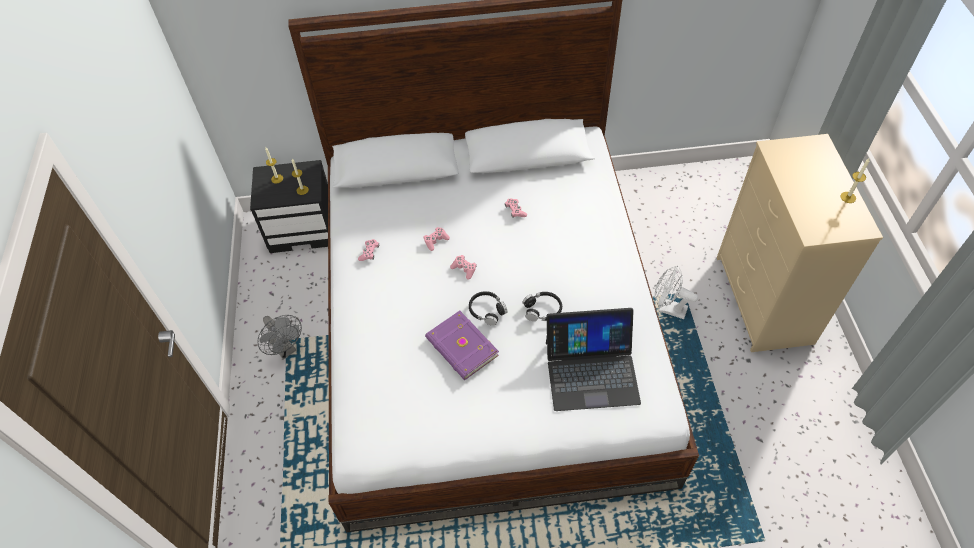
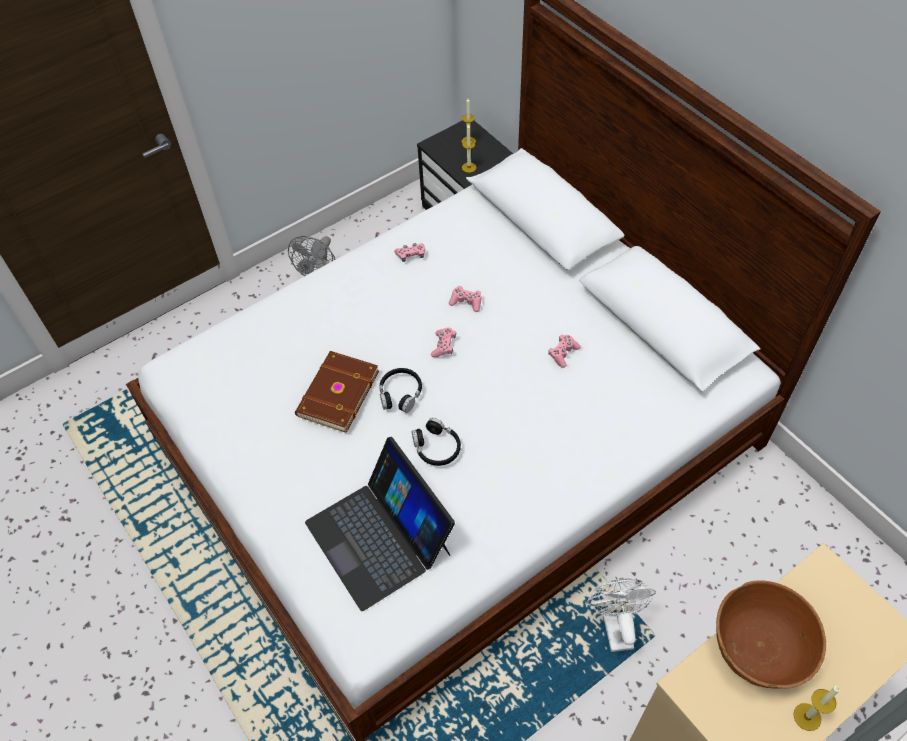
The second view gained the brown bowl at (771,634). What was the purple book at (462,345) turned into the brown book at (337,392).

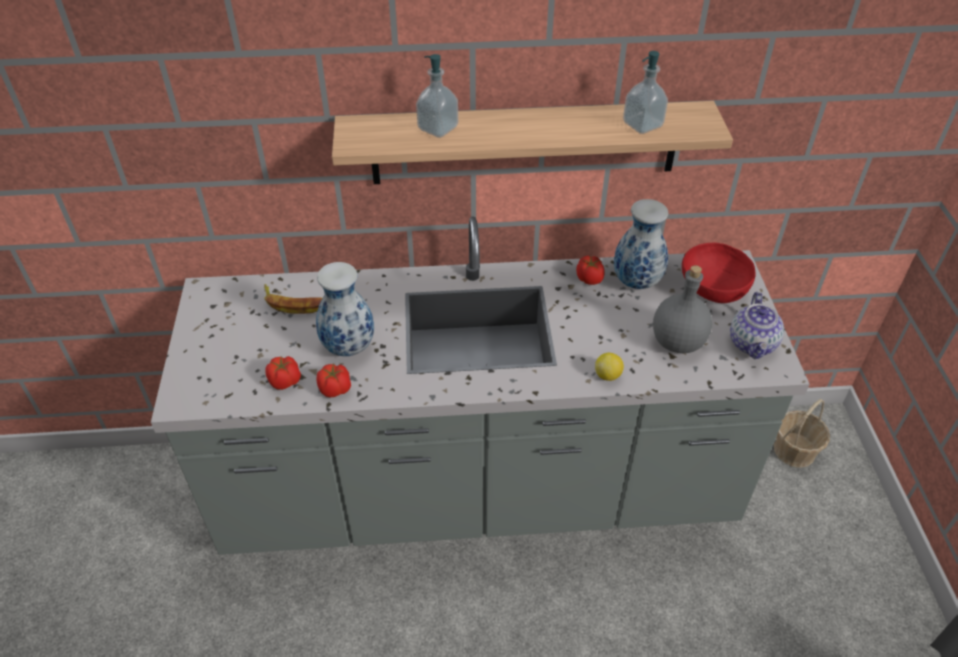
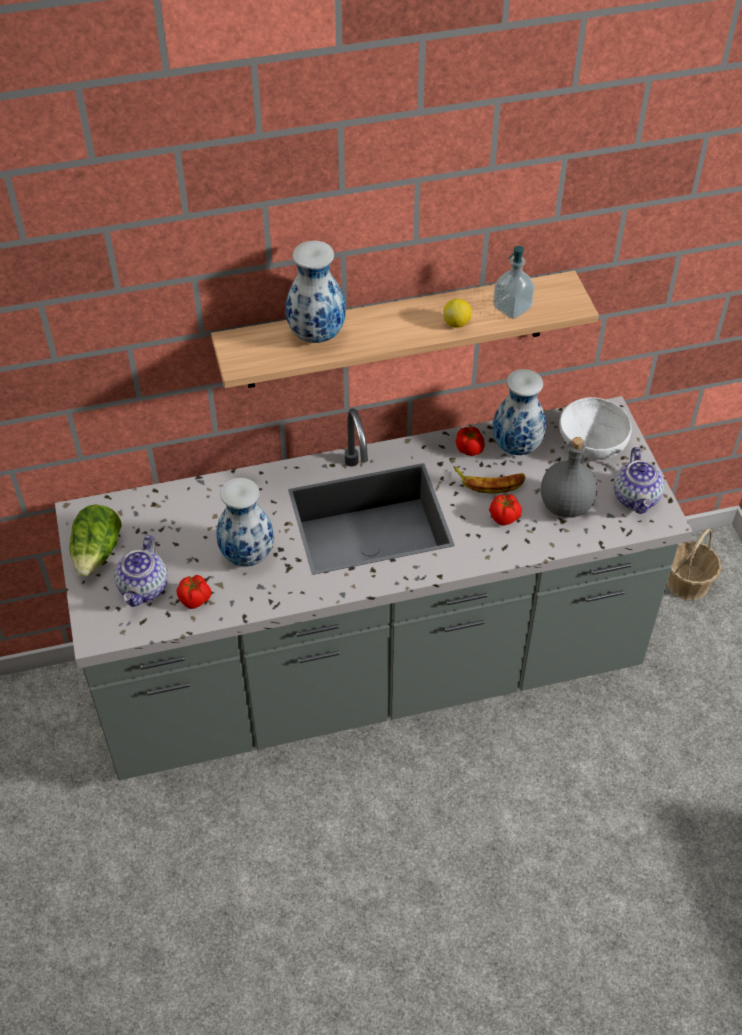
The second view gained the lettuce at (95,541). The second view gained the teapot at (141,571). The banana ended up elsewhere, having gone from (293,299) to (490,479). The tomato ended up elsewhere, having gone from (333,381) to (506,510). The lemon ended up elsewhere, having gone from (609,367) to (457,313). Where the soap dispenser stood at (437,96), the vase came to stand at (316,292). What was the red bowl at (719,272) turned into the white bowl at (595,428).

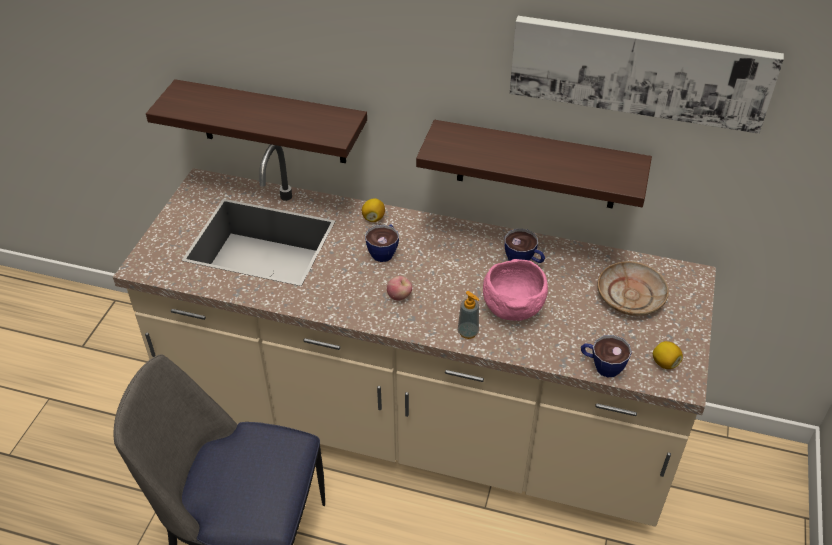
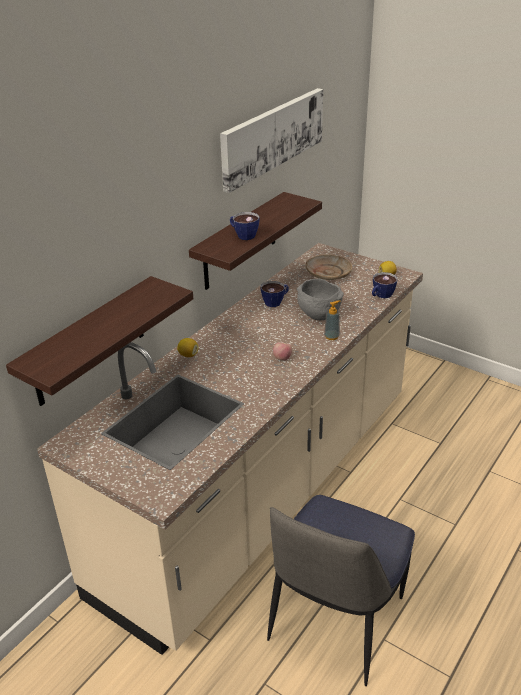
The cup ended up elsewhere, having gone from (382,243) to (245,226). What was the pink bowl at (515,290) turned into the grey bowl at (320,299).

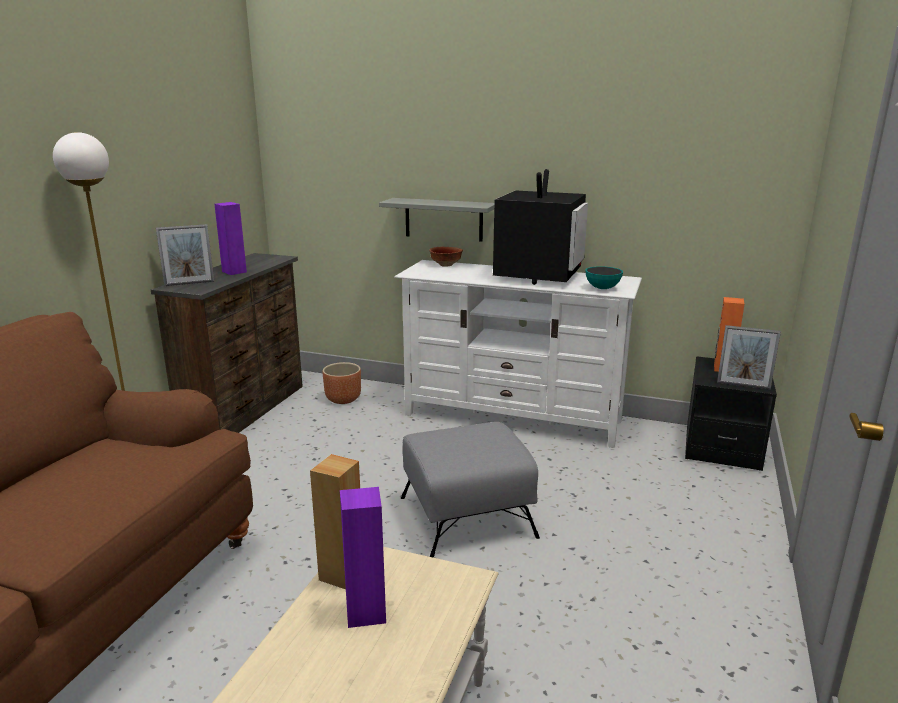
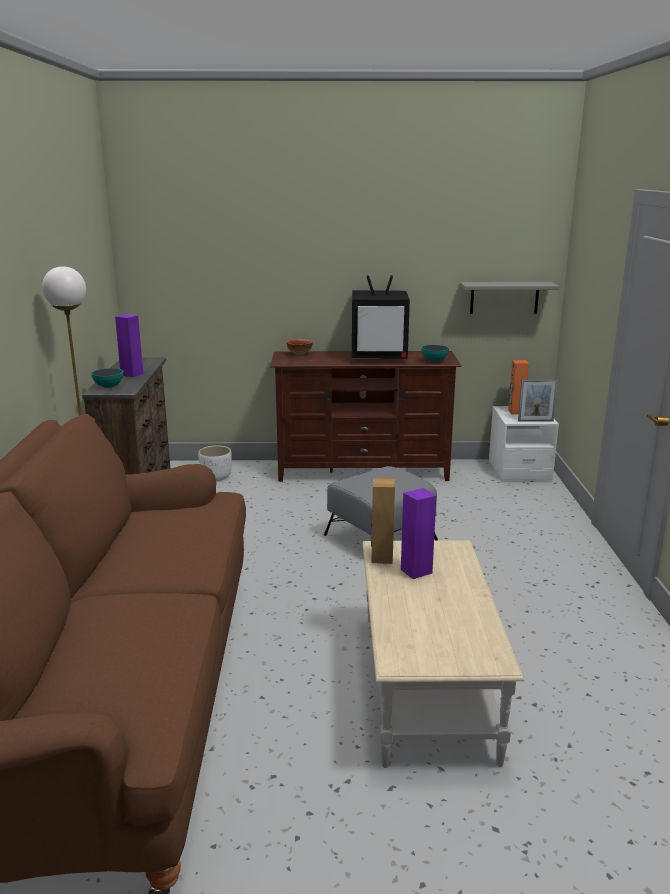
The grey shelf ended up elsewhere, having gone from (436,220) to (510,298). Where the picture frame stood at (185,255), the bowl came to stand at (107,378). What was the brown planter at (342,383) turned into the white planter at (215,463). What was the white tv stand at (518,354) turned into the brown tv stand at (366,416). What was the black nightstand at (731,413) turned into the white nightstand at (524,443). The television at (540,227) ended up facing another way, 90 degrees clockwise from before.

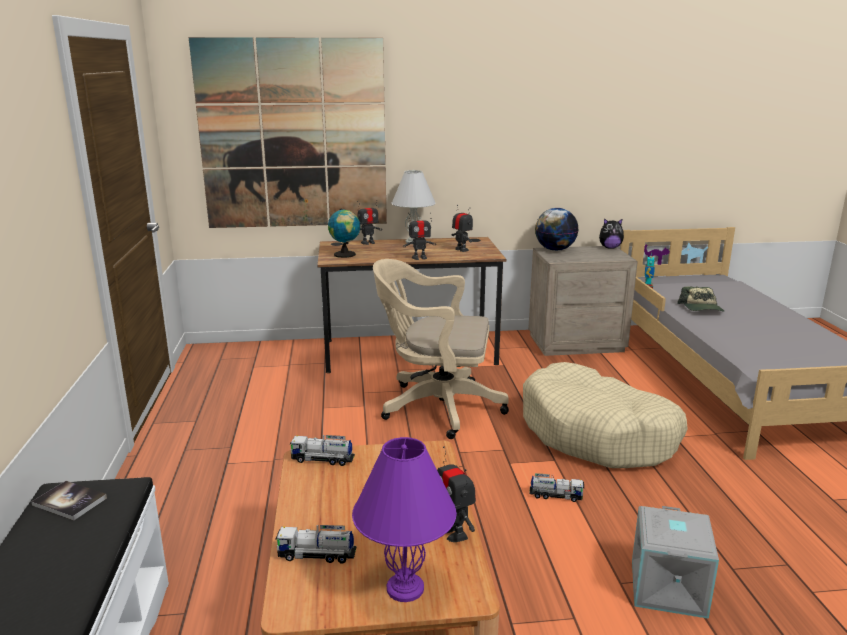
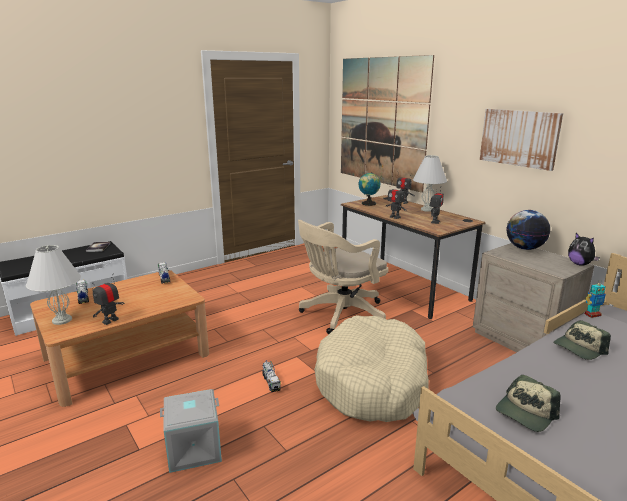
The second view gained the picture at (521,140). The second view gained the cap at (528,403). What was the purple table lamp at (404,519) turned into the white table lamp at (53,285). The beige office chair at (441,349) ended up facing another way, 105 degrees counterclockwise from before.

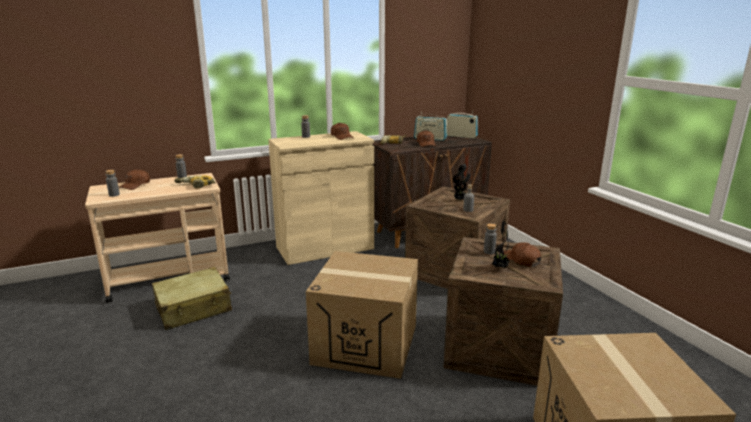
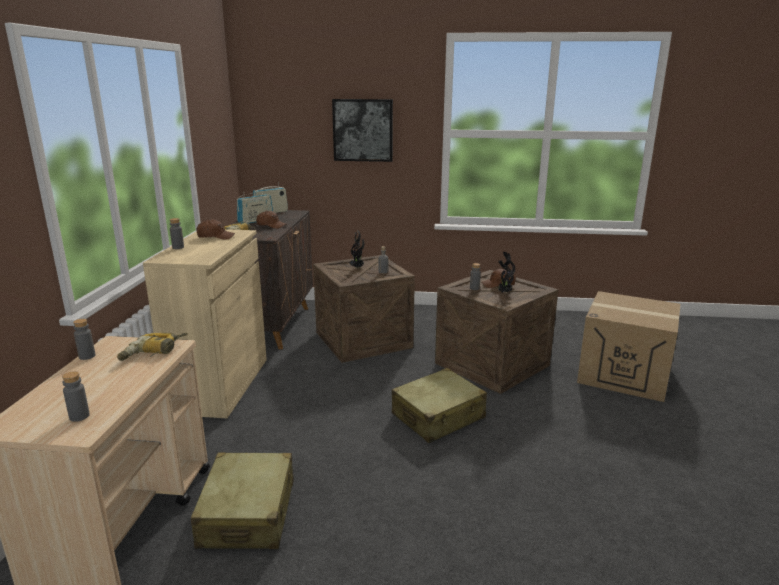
The second view lost the brown cap at (134,179). The second view gained the picture at (362,130). Where the cardboard box stood at (362,315), the beige suitcase came to stand at (439,405).

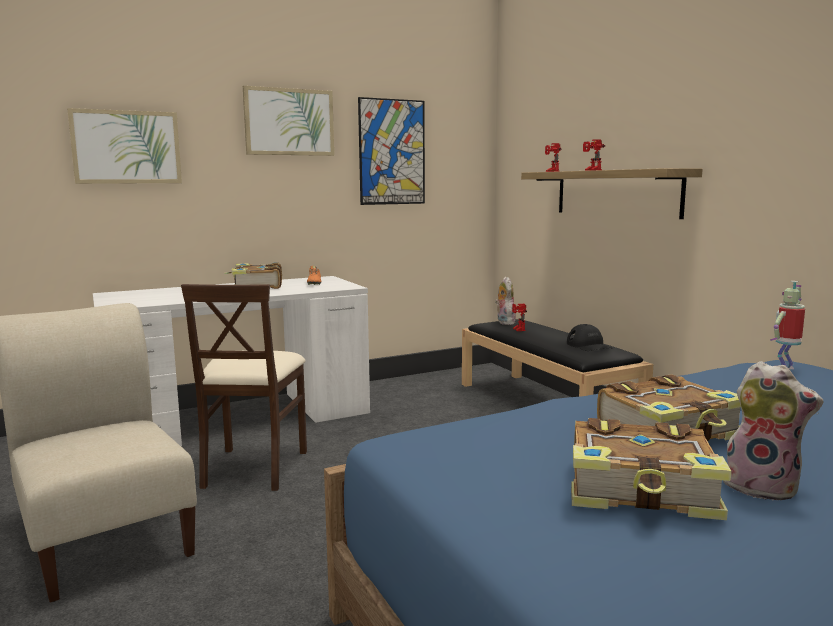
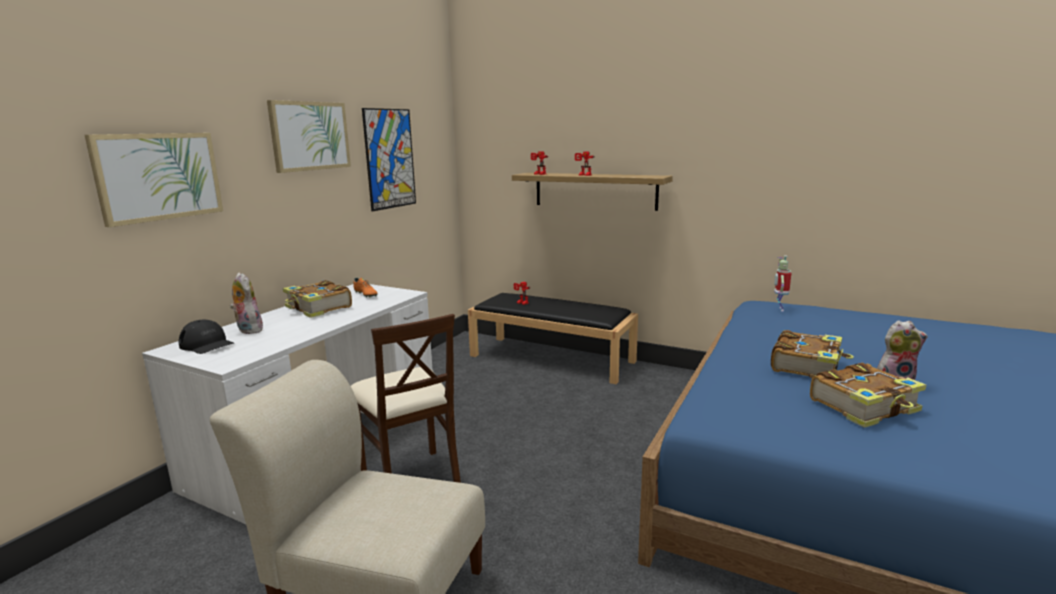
The plush toy ended up elsewhere, having gone from (505,301) to (246,303). The black cap ended up elsewhere, having gone from (589,337) to (207,337).

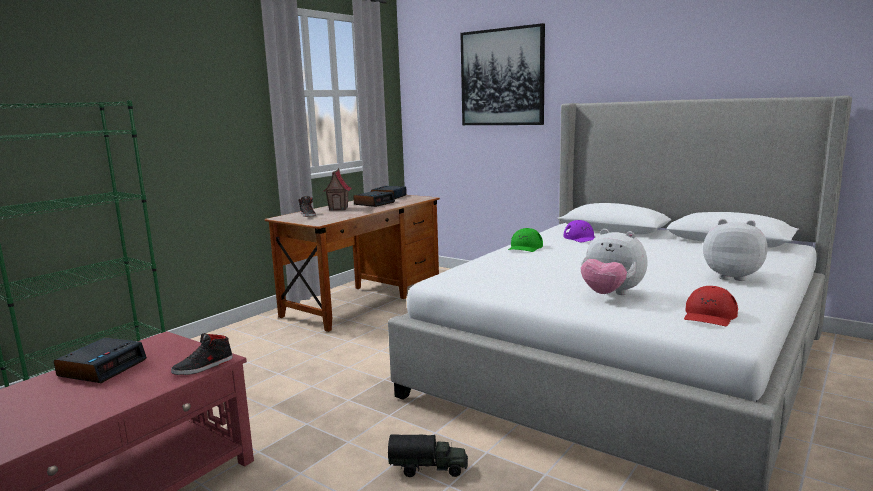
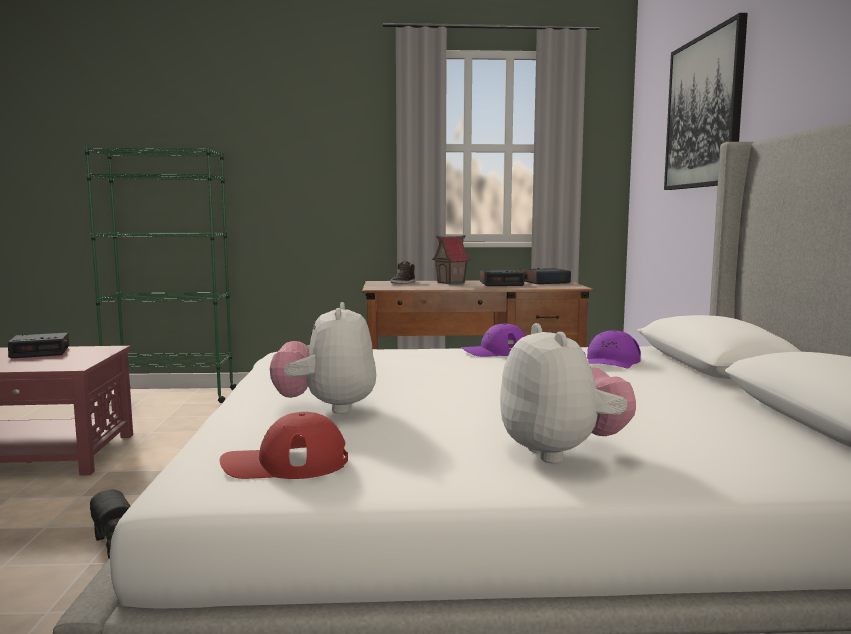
The second view lost the black shoe at (202,354). What was the green cap at (525,240) turned into the purple cap at (493,340).

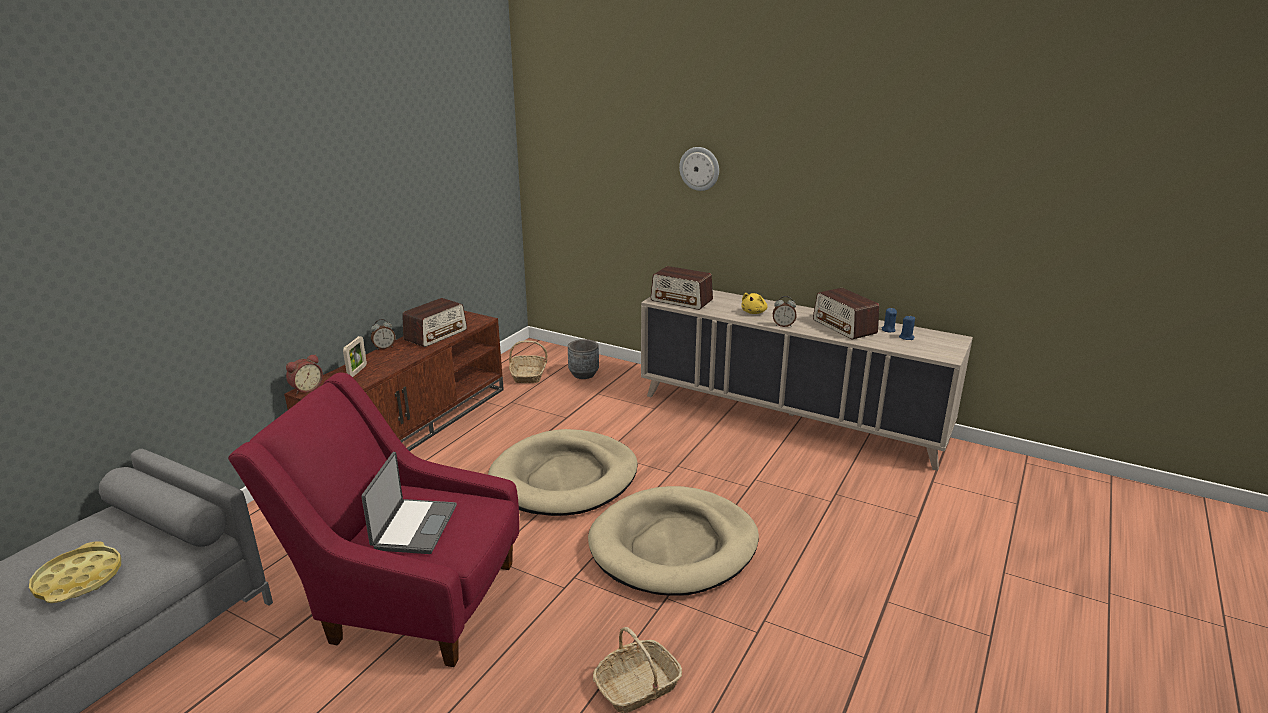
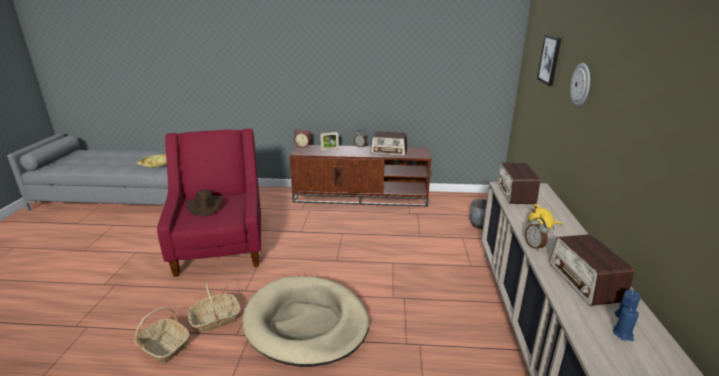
The second view lost the beige dog bed at (563,472). The second view gained the picture at (549,60). The basket ended up elsewhere, having gone from (528,361) to (214,308). Where the laptop stood at (409,503), the brown hat came to stand at (204,203). The radio at (846,314) ended up facing another way, 45 degrees counterclockwise from before.

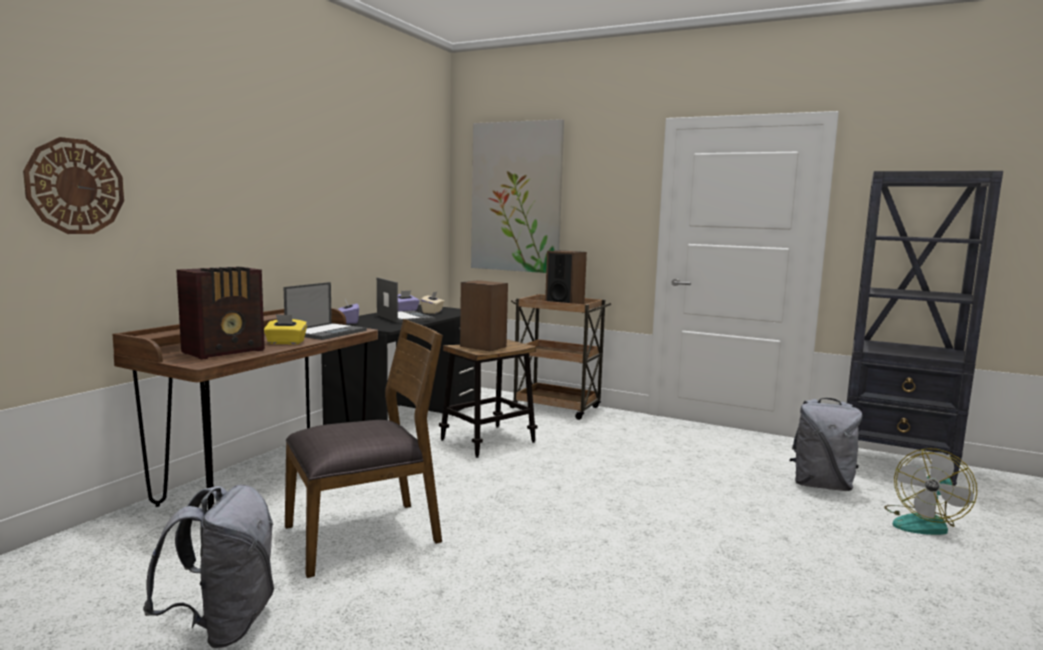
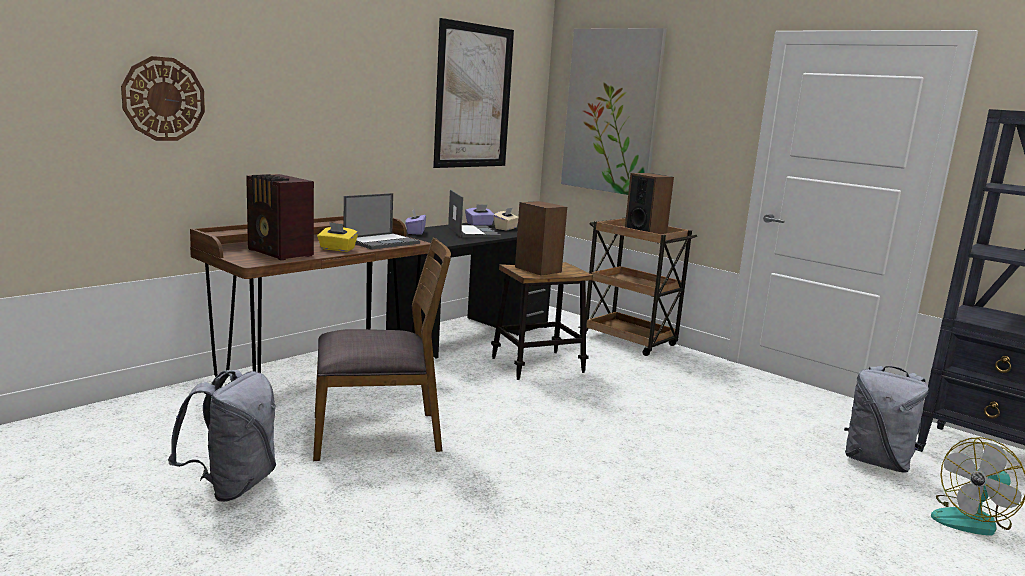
The second view gained the picture at (473,93). The radio at (220,313) ended up facing another way, 75 degrees clockwise from before.

